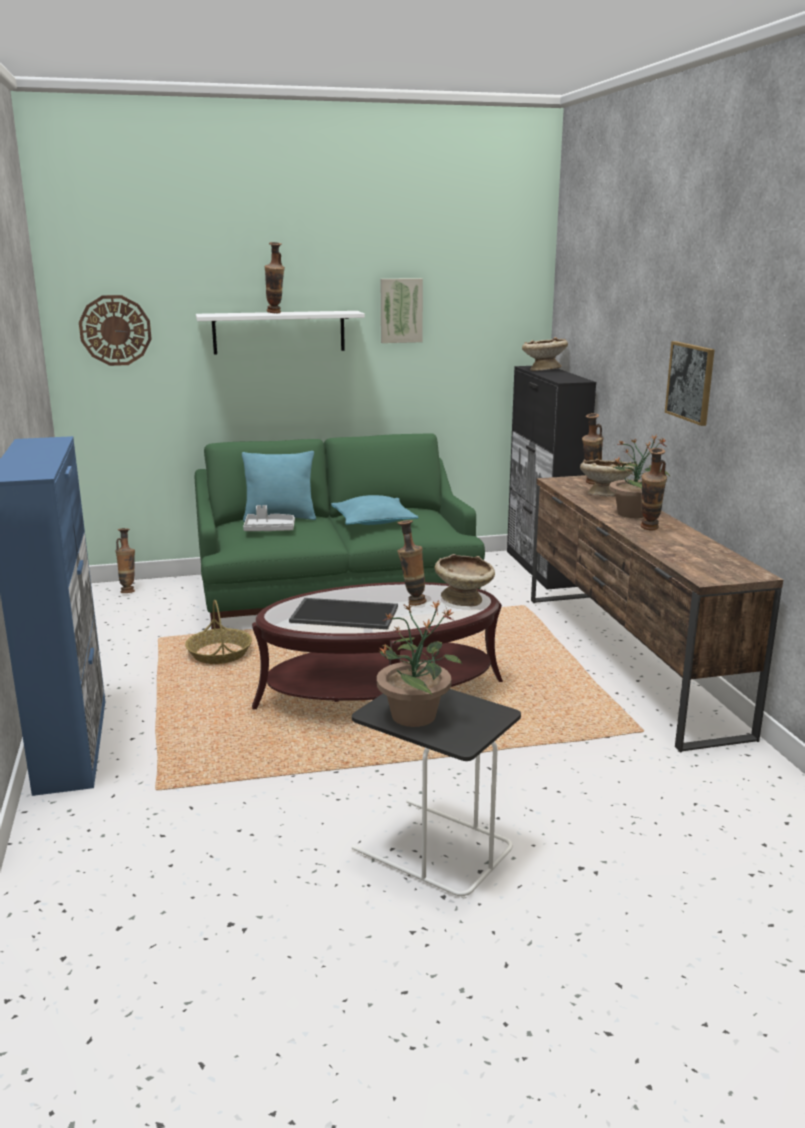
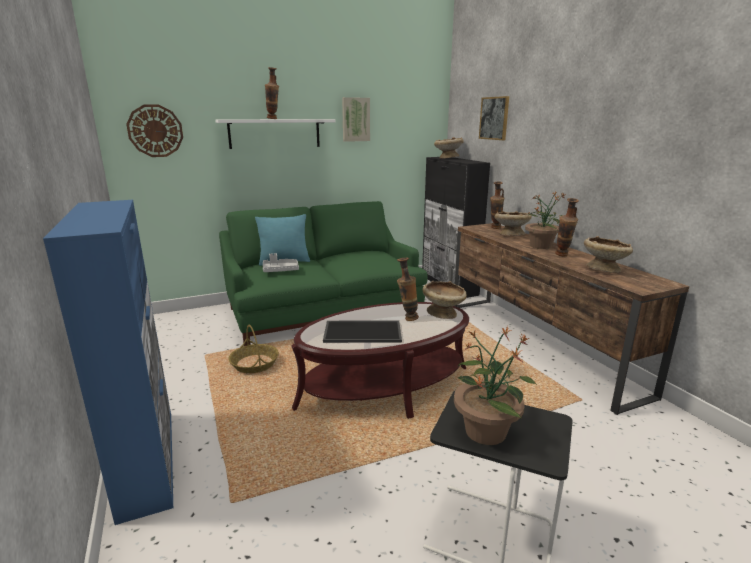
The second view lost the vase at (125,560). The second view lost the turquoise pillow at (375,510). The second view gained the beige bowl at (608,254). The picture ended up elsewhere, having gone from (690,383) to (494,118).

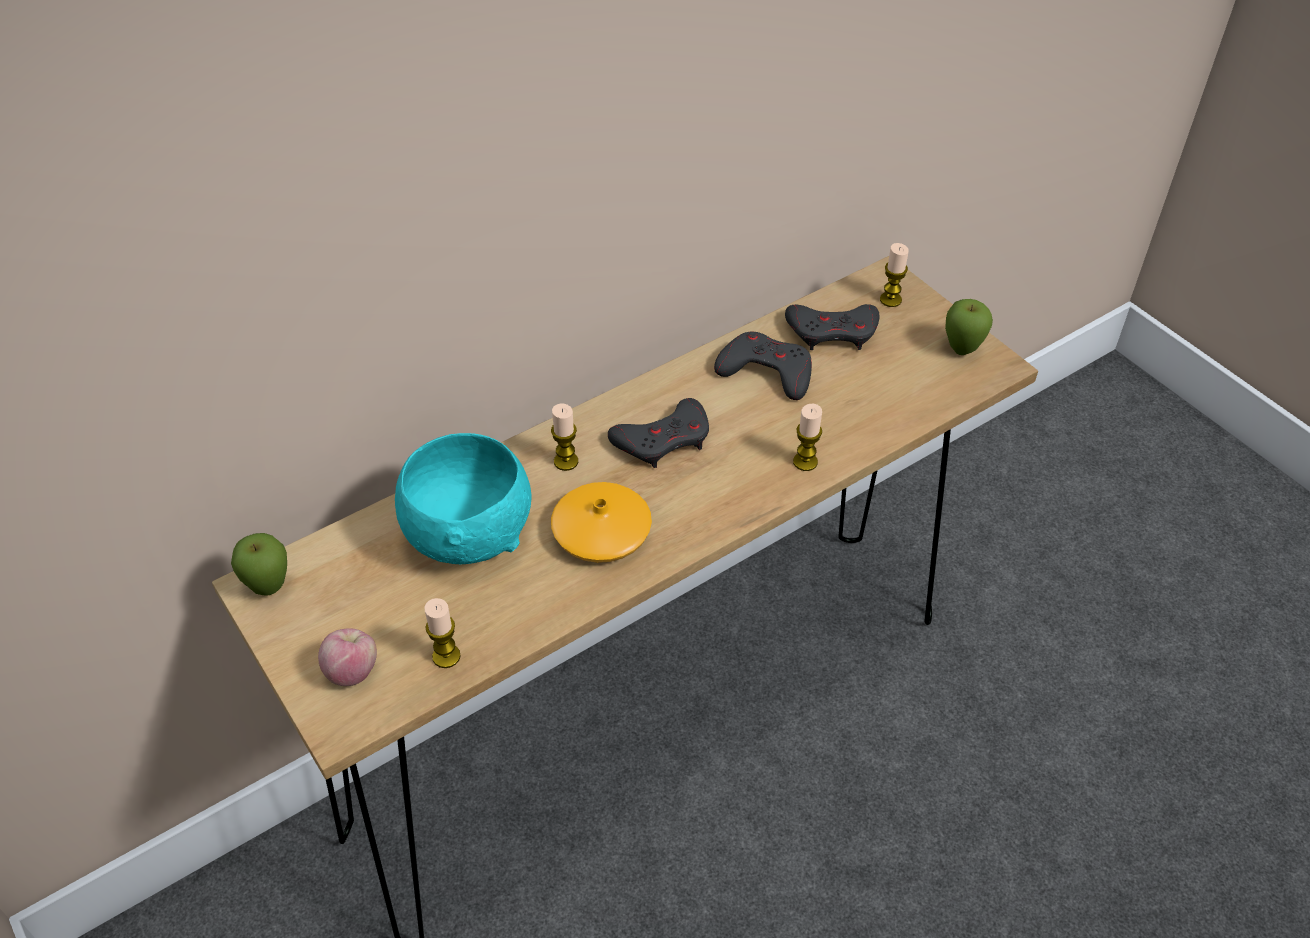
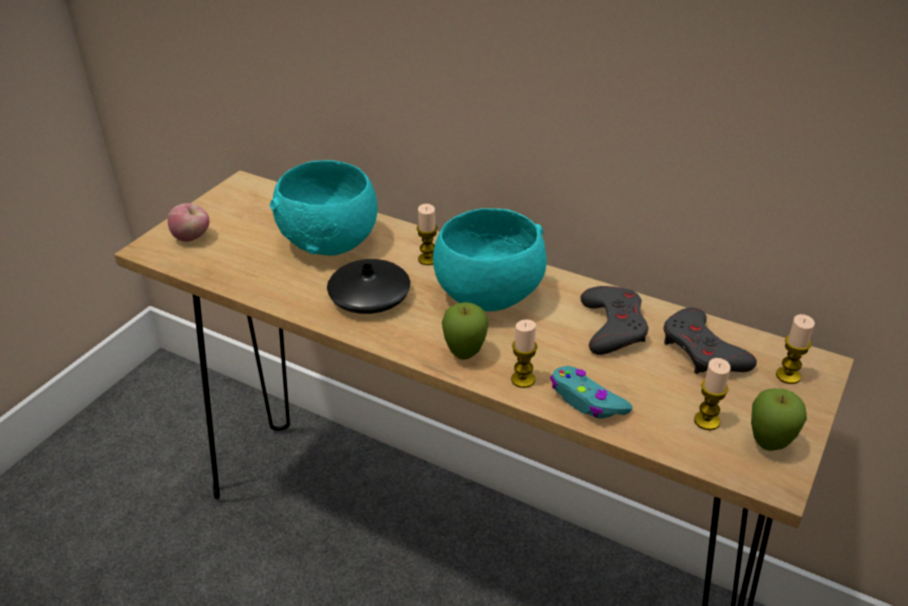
The second view gained the turquoise game controller at (591,392). The apple ended up elsewhere, having gone from (259,564) to (465,331). The candle ended up elsewhere, having gone from (442,633) to (712,394). Where the grey game controller stood at (658,433), the turquoise bowl came to stand at (490,259). What was the orange vase at (601,522) turned into the black vase at (368,286).

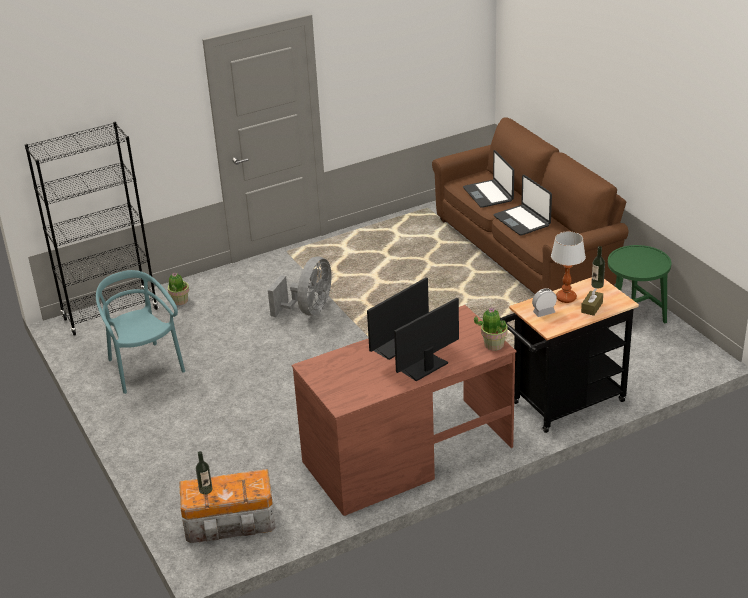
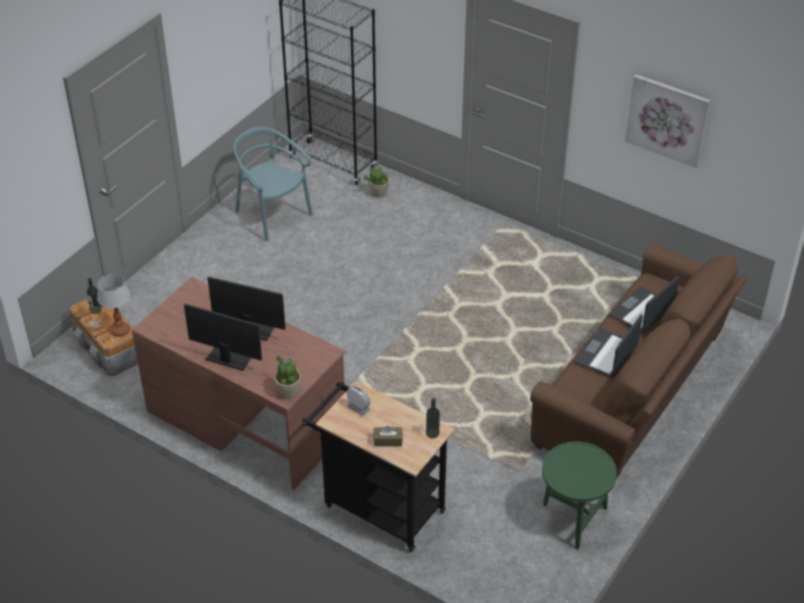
The second view lost the grey fan at (299,287). The second view gained the picture at (667,121). The table lamp ended up elsewhere, having gone from (568,267) to (113,305). The turquoise chair at (140,332) ended up facing another way, 75 degrees counterclockwise from before.

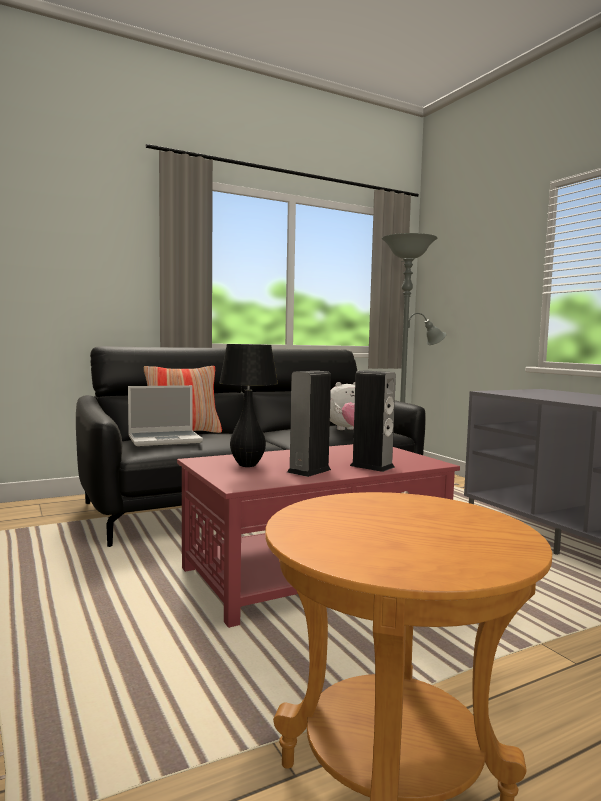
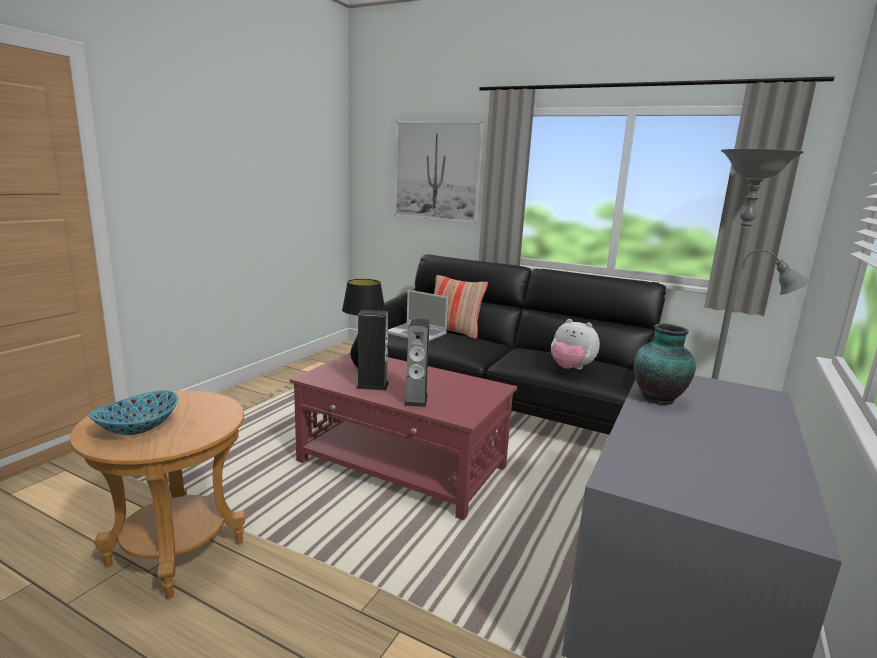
The second view gained the bowl at (133,412). The second view gained the picture at (439,172). The second view gained the vase at (665,364).

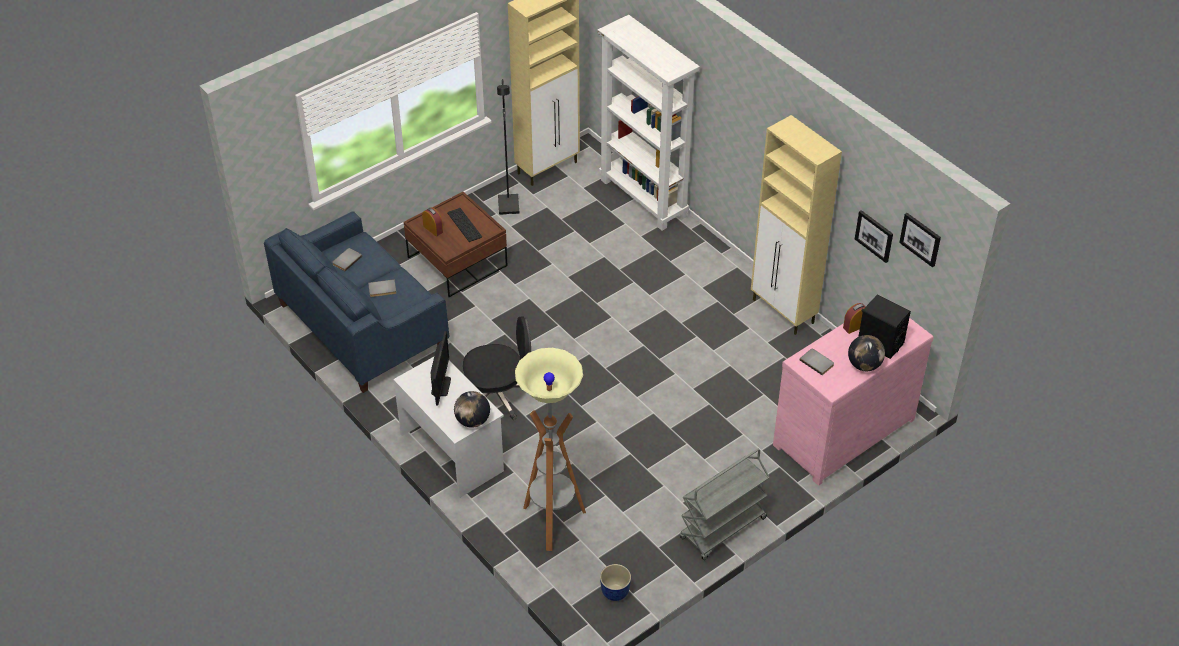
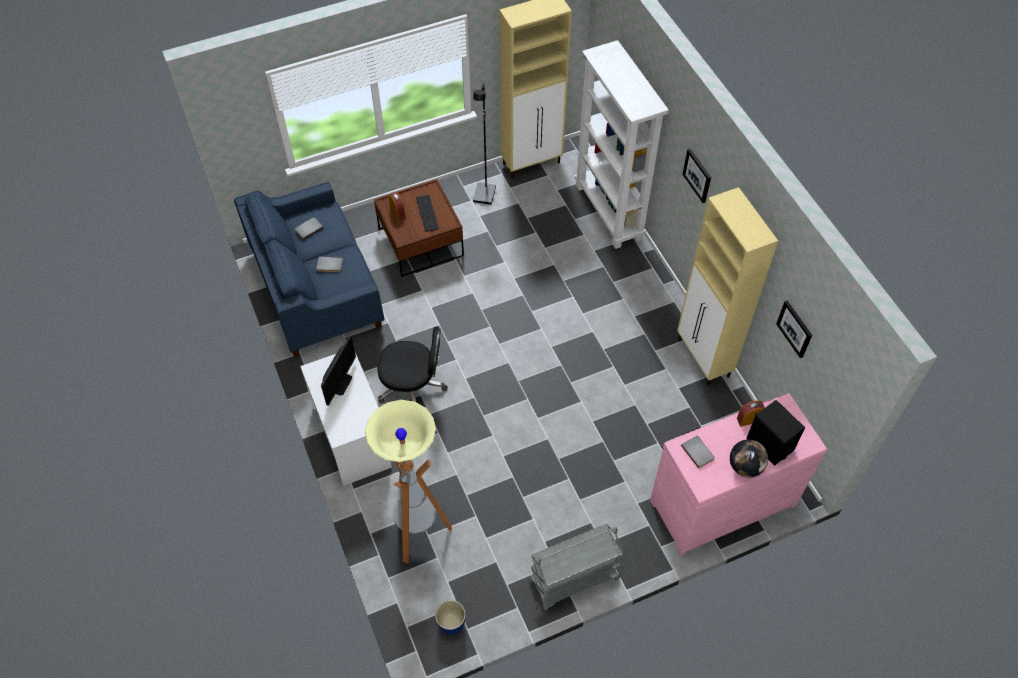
The second view lost the globe at (472,409). The picture ended up elsewhere, having gone from (920,240) to (696,176).

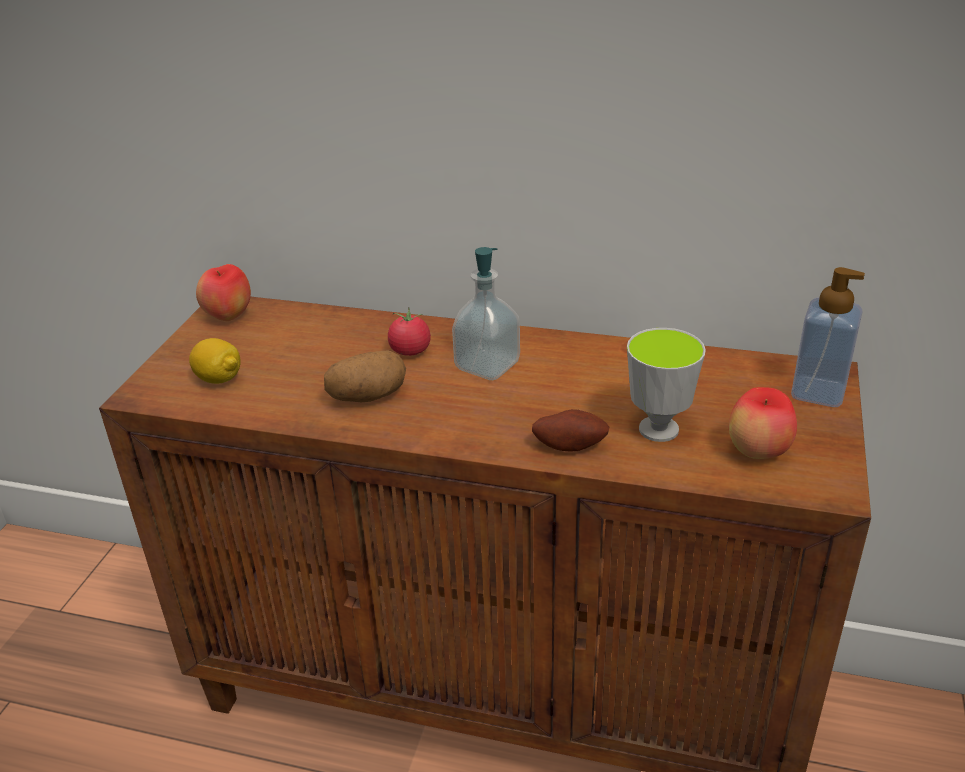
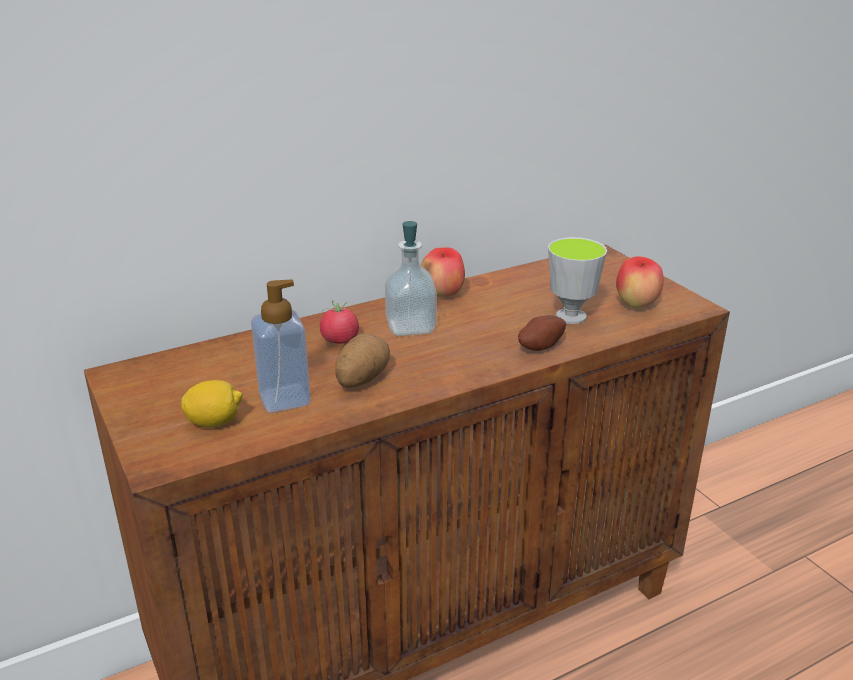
The apple ended up elsewhere, having gone from (223,292) to (443,272). The soap dispenser ended up elsewhere, having gone from (828,337) to (281,346).

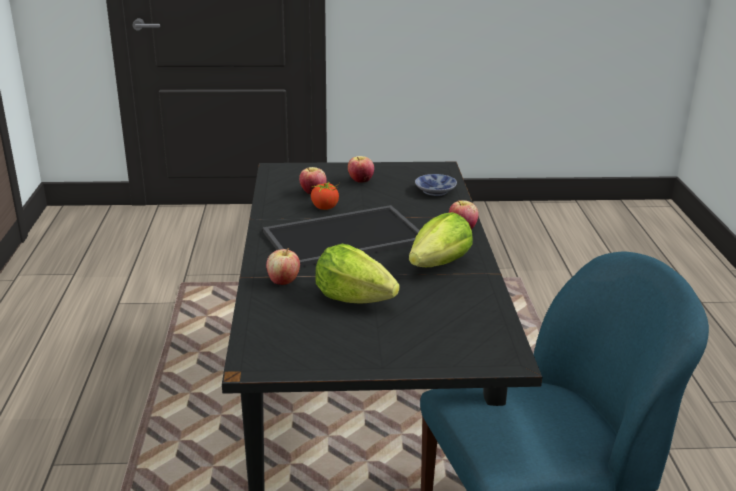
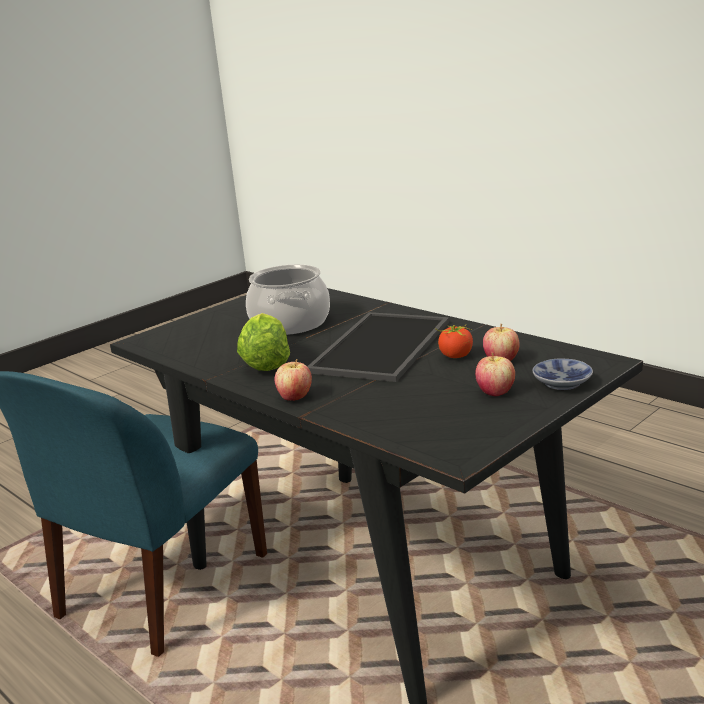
The second view lost the apple at (283,266). The bowl ended up elsewhere, having gone from (436,185) to (562,374). Where the lettuce stood at (357,274), the cooking pot came to stand at (288,299).

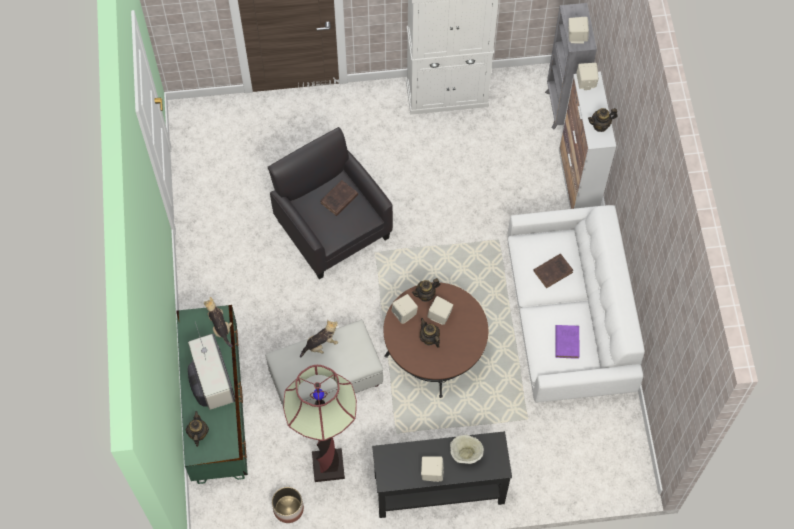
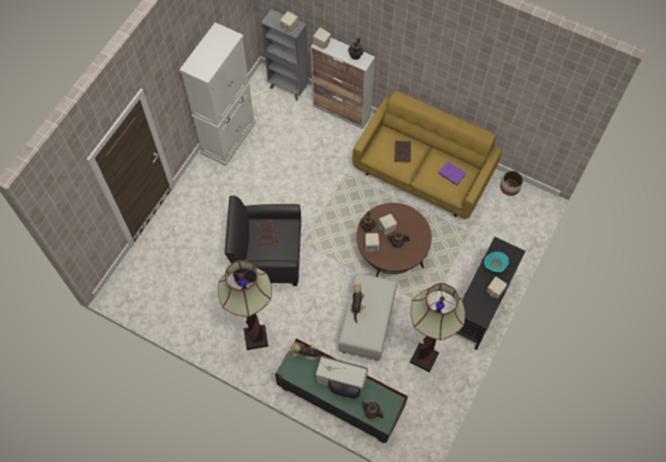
The second view gained the floor lamp at (245,305). The planter ended up elsewhere, having gone from (288,505) to (511,183). What was the beige bowl at (467,449) turned into the turquoise bowl at (496,262). What was the white sofa at (576,304) turned into the yellow sofa at (427,154).

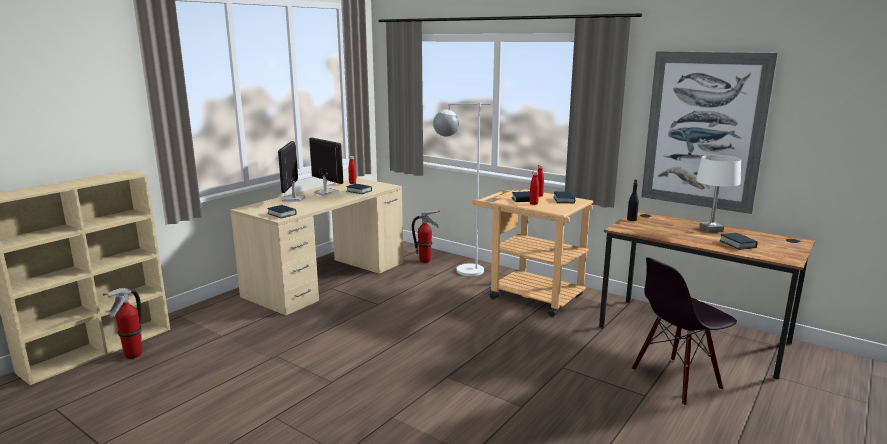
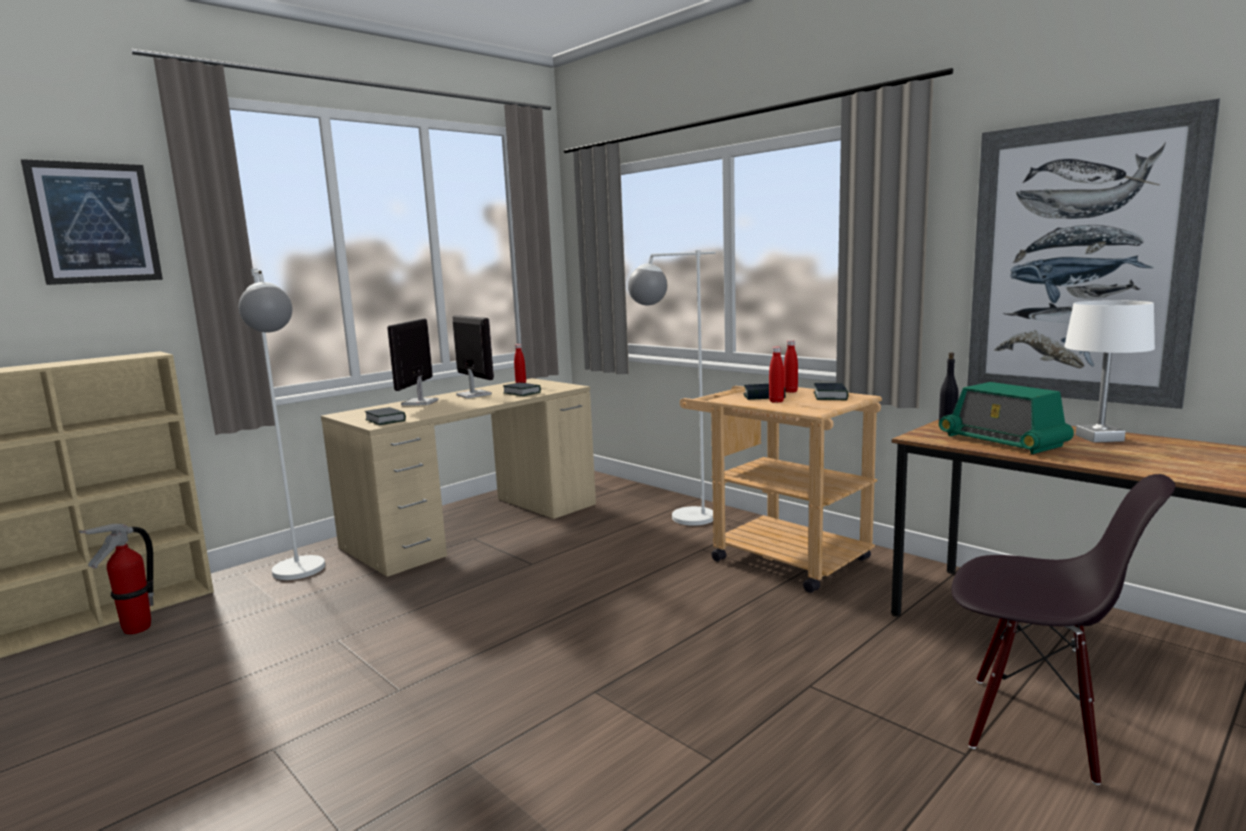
The second view lost the fire extinguisher at (425,236). The second view lost the book at (738,241). The second view gained the picture at (92,222). The second view gained the white floor lamp at (282,424). The second view gained the radio at (1006,418). The black chair at (684,332) ended up facing another way, 135 degrees counterclockwise from before.

